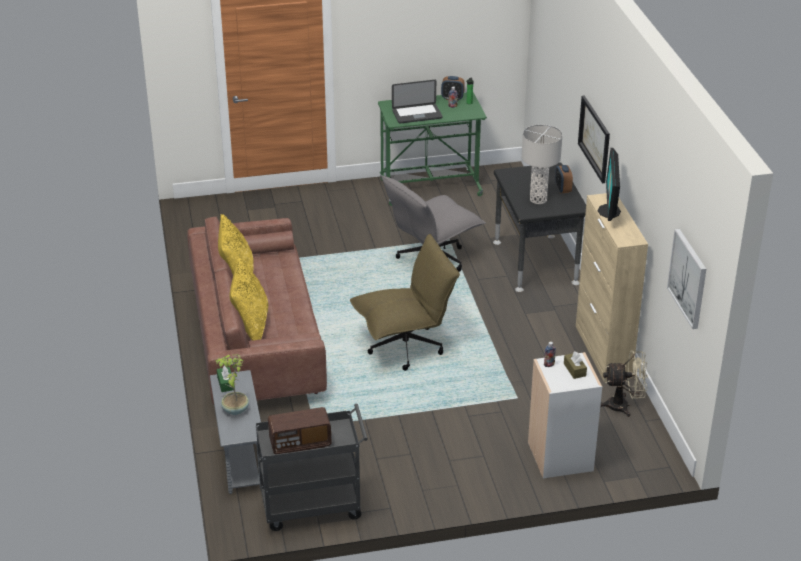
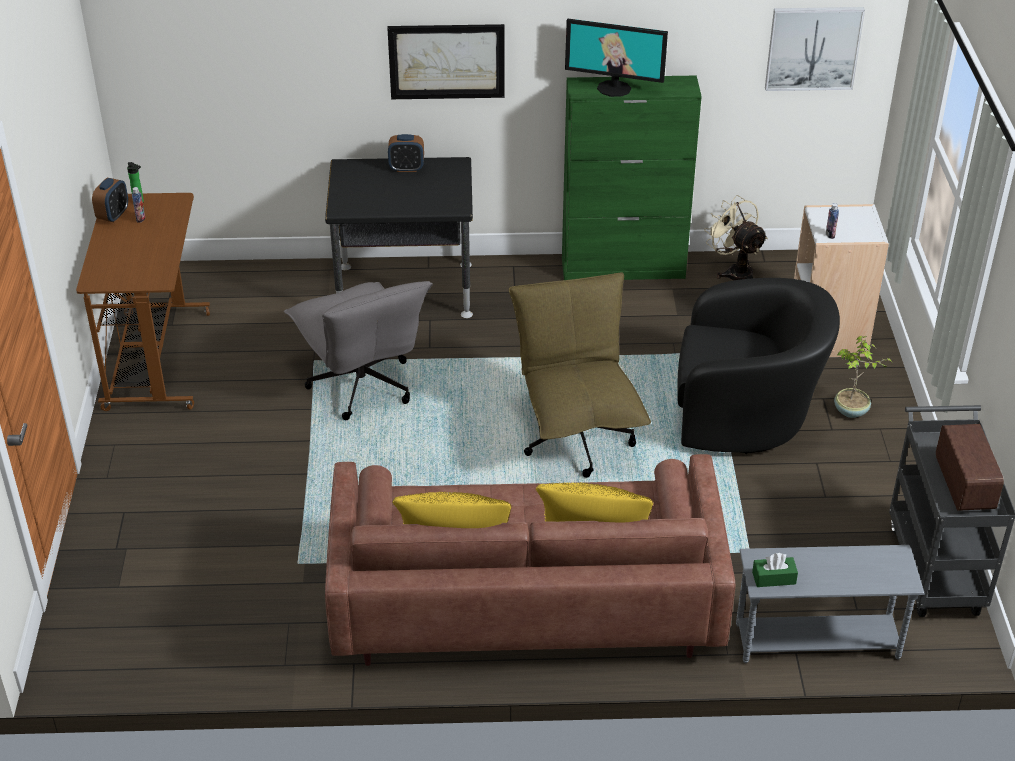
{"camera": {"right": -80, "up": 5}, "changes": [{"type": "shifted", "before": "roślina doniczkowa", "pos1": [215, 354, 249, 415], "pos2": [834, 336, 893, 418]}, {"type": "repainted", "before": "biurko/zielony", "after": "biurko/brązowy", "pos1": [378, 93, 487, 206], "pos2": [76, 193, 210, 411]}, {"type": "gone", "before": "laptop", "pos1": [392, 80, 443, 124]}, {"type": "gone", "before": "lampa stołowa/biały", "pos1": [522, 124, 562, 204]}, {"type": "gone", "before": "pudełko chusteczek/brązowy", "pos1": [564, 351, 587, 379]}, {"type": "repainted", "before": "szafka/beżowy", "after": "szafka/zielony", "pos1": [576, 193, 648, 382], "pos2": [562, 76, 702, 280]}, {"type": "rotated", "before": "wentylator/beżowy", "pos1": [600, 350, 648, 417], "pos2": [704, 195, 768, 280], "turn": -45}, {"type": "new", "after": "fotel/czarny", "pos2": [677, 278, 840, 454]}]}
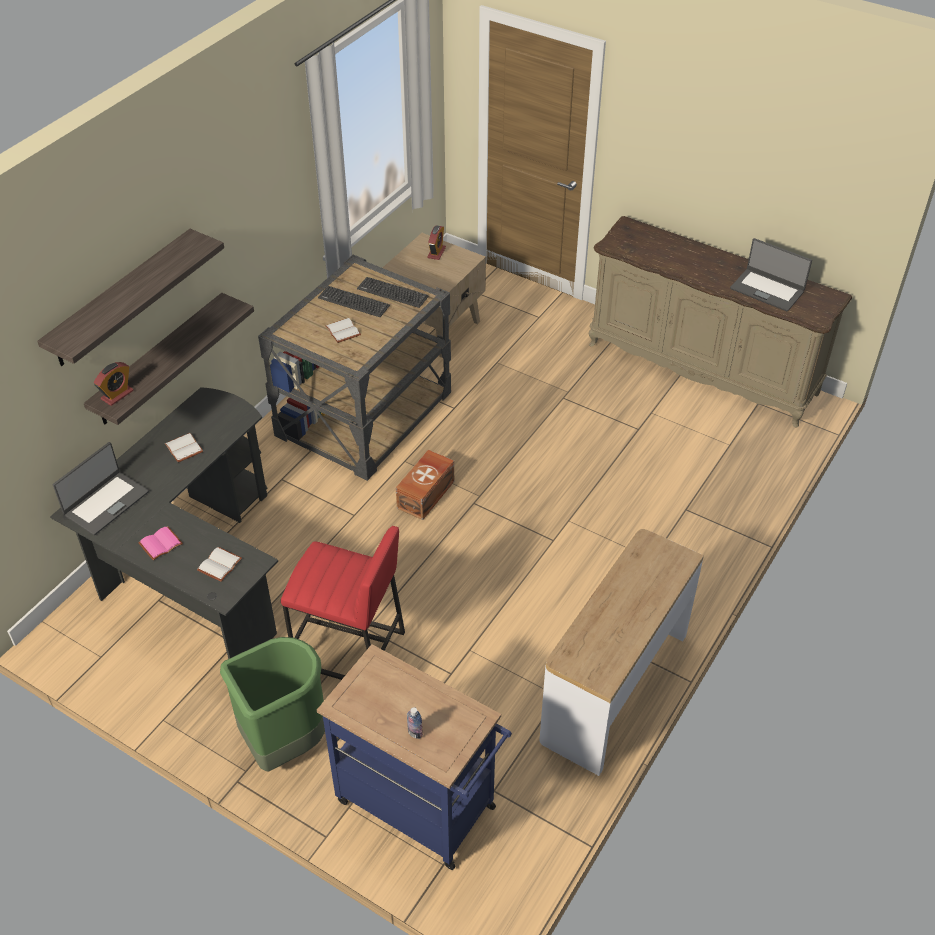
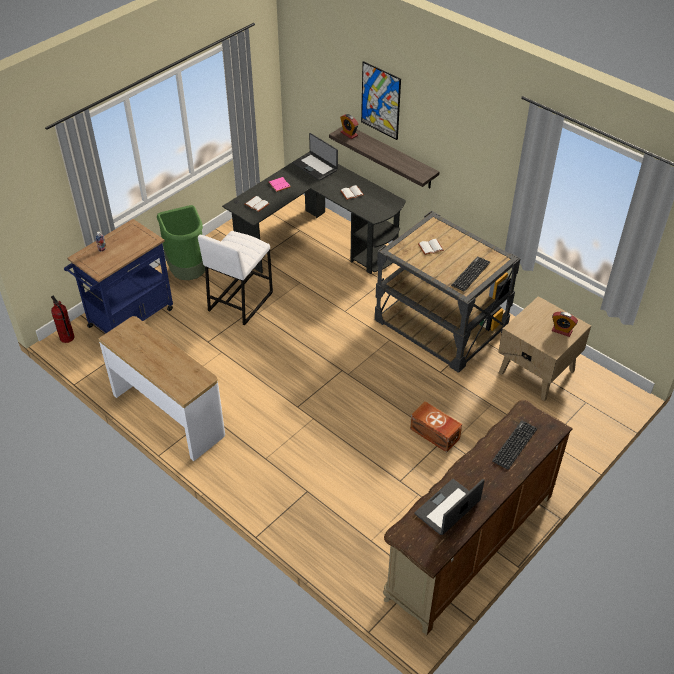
{"camera": {"right": 100, "up": 0}, "changes": [{"type": "swapped", "before": "półka", "after": "obraz", "pos1": [37, 229, 224, 366], "pos2": [361, 61, 401, 140]}, {"type": "repainted", "before": "stołek/czerwony", "after": "stołek/biały", "pos1": [281, 526, 405, 680], "pos2": [198, 231, 273, 325]}, {"type": "shifted", "before": "klawiatura", "pos1": [318, 286, 390, 317], "pos2": [492, 421, 537, 470]}, {"type": "shifted", "before": "pojemnik do przechowywania/brązowy", "pos1": [396, 450, 454, 520], "pos2": [410, 401, 462, 452]}, {"type": "new", "after": "gaśnica", "pos2": [51, 296, 74, 343]}]}
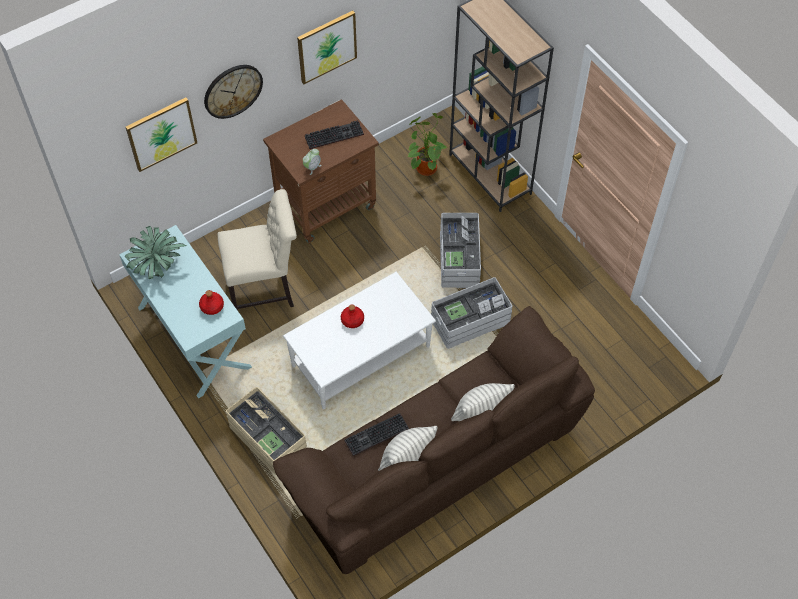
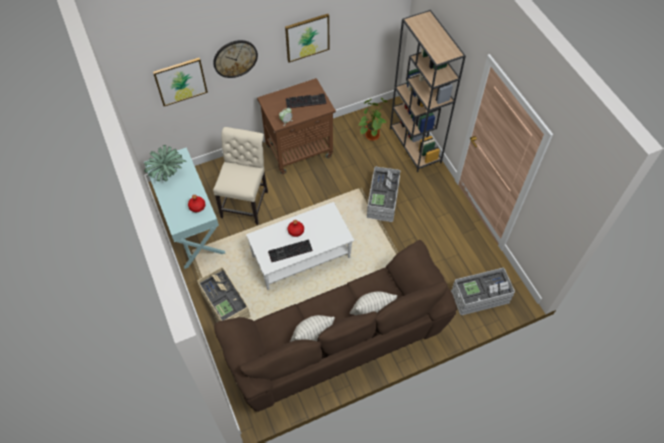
{"camera": {"right": 10, "up": 0}, "changes": [{"type": "rotated", "before": "krzesło/beżowy", "pos1": [218, 189, 297, 311], "pos2": [213, 127, 268, 225], "turn": -75}, {"type": "shifted", "before": "klawiatura", "pos1": [344, 413, 409, 456], "pos2": [268, 240, 313, 262]}, {"type": "shifted", "before": "pojemnik do przechowywania/szary", "pos1": [431, 277, 512, 349], "pos2": [451, 268, 515, 315]}]}
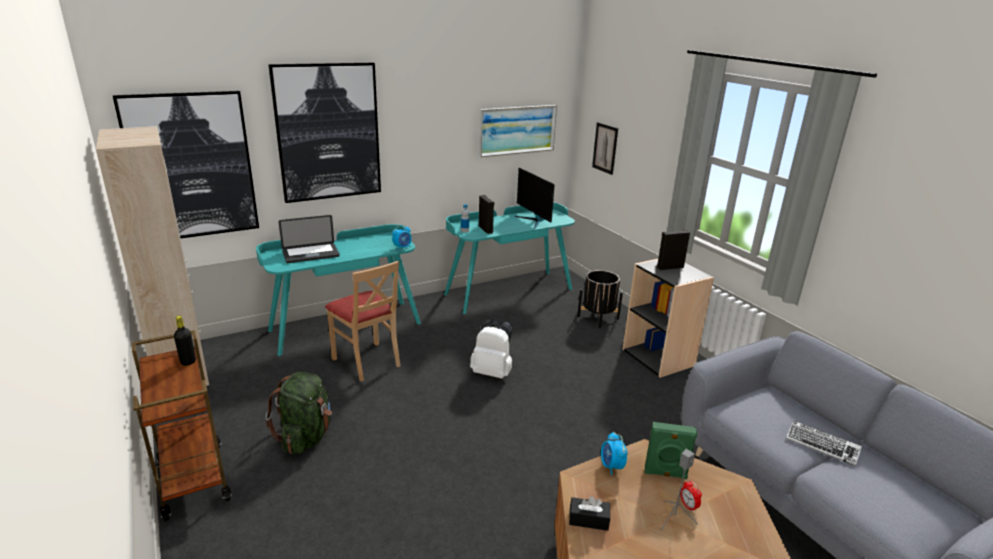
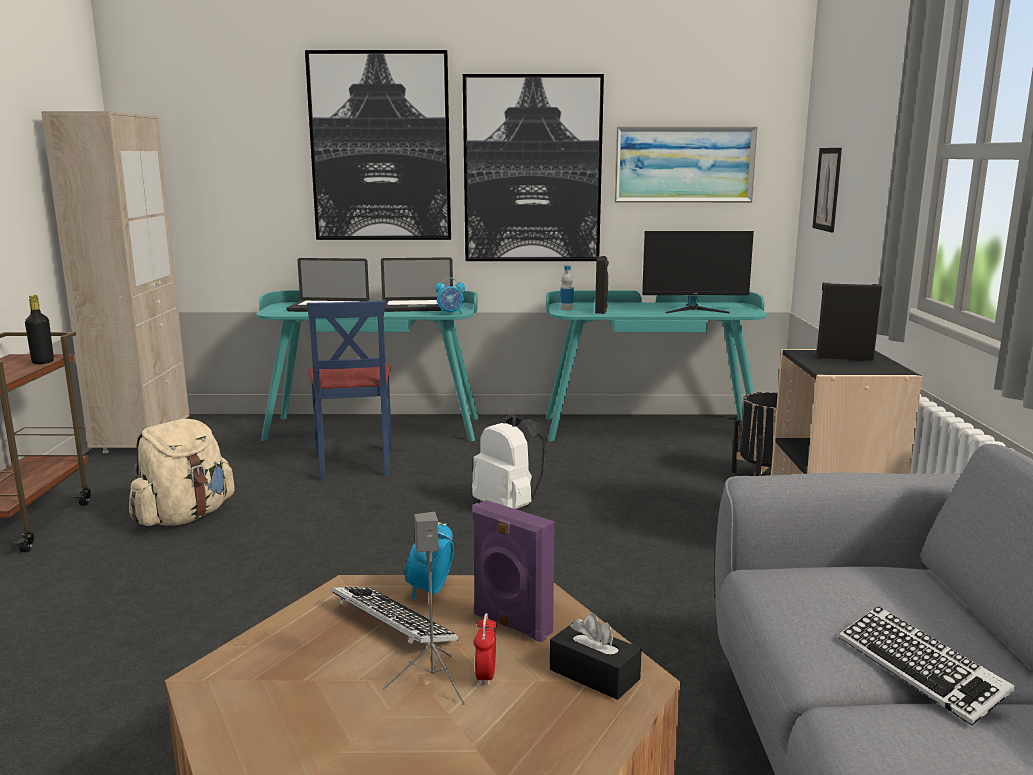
{"camera": {"right": 30, "up": -10}, "changes": [{"type": "shifted", "before": "obraz", "pos1": [113, 91, 259, 238], "pos2": [463, 74, 604, 261]}, {"type": "repainted", "before": "plecak/zielony", "after": "plecak/beżowy", "pos1": [265, 372, 332, 454], "pos2": [129, 419, 235, 526]}, {"type": "repainted", "before": "krzesło/beżowy", "after": "krzesło/niebieski", "pos1": [325, 261, 400, 381], "pos2": [307, 300, 392, 481]}, {"type": "rotated", "before": "monitor", "pos1": [515, 168, 555, 228], "pos2": [642, 231, 754, 313], "turn": -90}, {"type": "shifted", "before": "pudełko chusteczek/czarny", "pos1": [569, 496, 610, 531], "pos2": [550, 613, 642, 700]}, {"type": "repainted", "before": "głośnik/zielony", "after": "głośnik/fioletowy", "pos1": [645, 422, 697, 479], "pos2": [472, 500, 555, 643]}, {"type": "new", "after": "klawiatura", "pos2": [331, 587, 458, 644]}, {"type": "new", "after": "laptop", "pos2": [381, 257, 453, 312]}]}
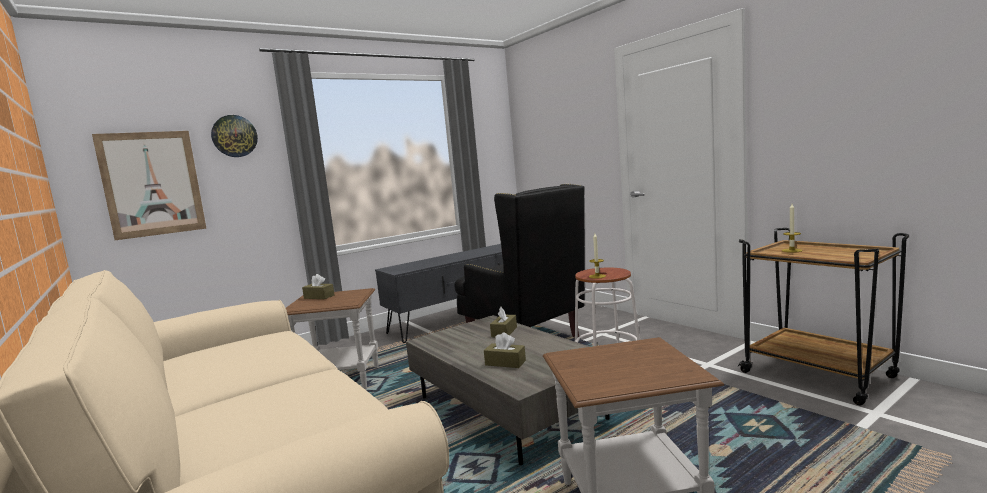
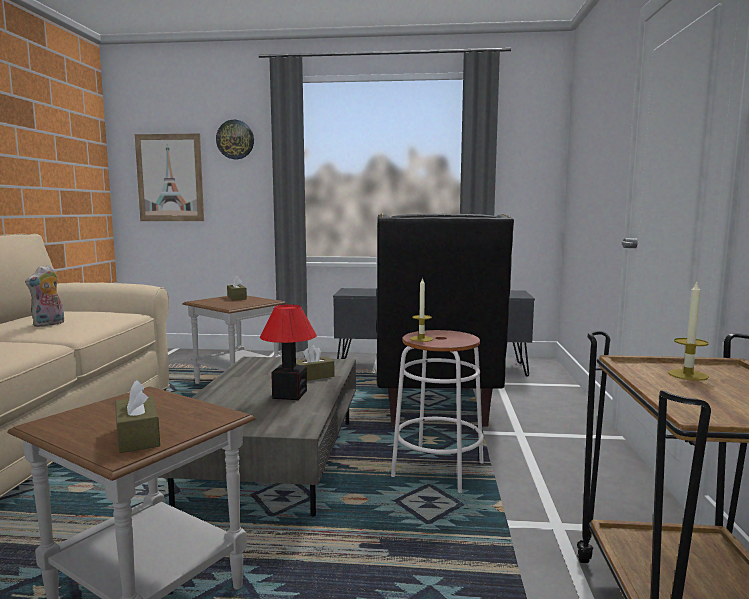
{"camera": {"right": 40, "up": 0}, "changes": [{"type": "shifted", "before": "pudełko chusteczek/brązowy", "pos1": [484, 332, 526, 368], "pos2": [115, 380, 160, 453]}, {"type": "new", "after": "pluszak", "pos2": [25, 265, 64, 327]}, {"type": "new", "after": "lampa stołowa", "pos2": [260, 304, 317, 400]}]}
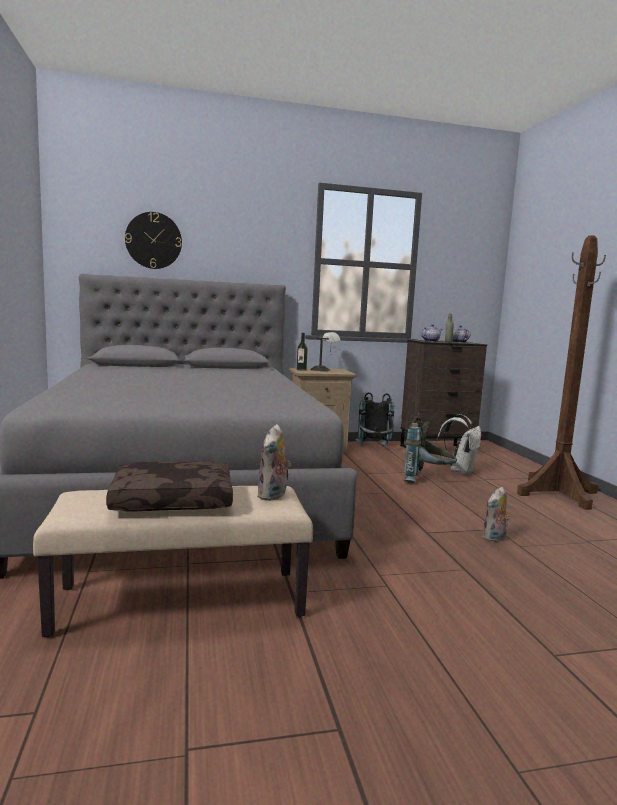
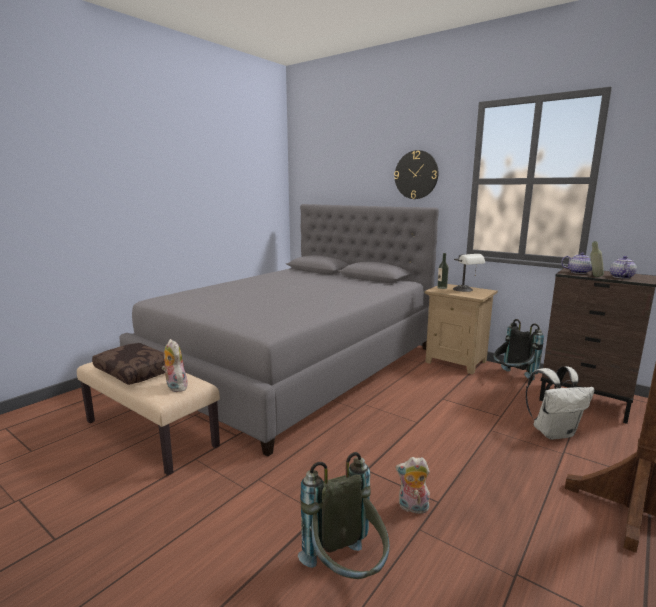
{"camera": {"right": 50, "up": 5}, "changes": [{"type": "shifted", "before": "zegar ścienny", "pos1": [125, 212, 182, 269], "pos2": [394, 150, 439, 199]}, {"type": "rotated", "before": "pluszak", "pos1": [257, 424, 291, 501], "pos2": [162, 339, 188, 392], "turn": 75}, {"type": "shifted", "before": "plecak/szary", "pos1": [404, 412, 457, 483], "pos2": [298, 452, 390, 579]}]}
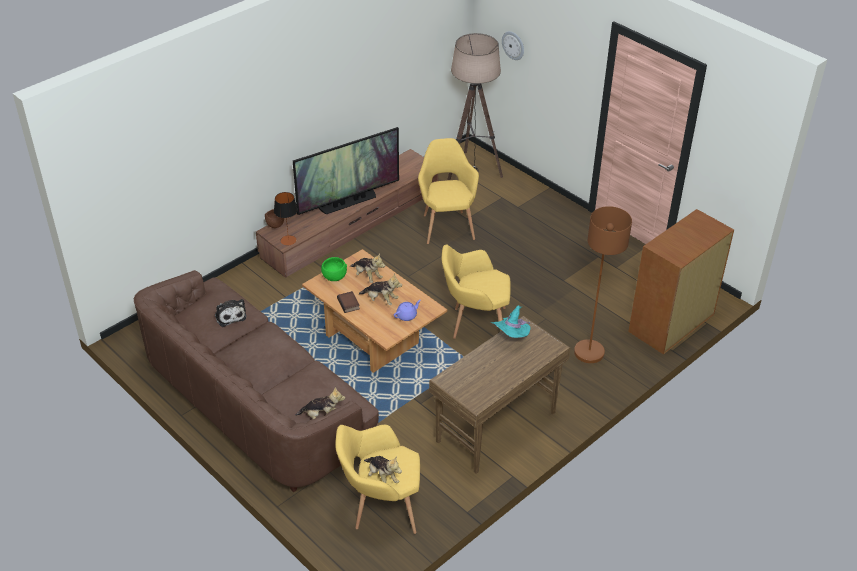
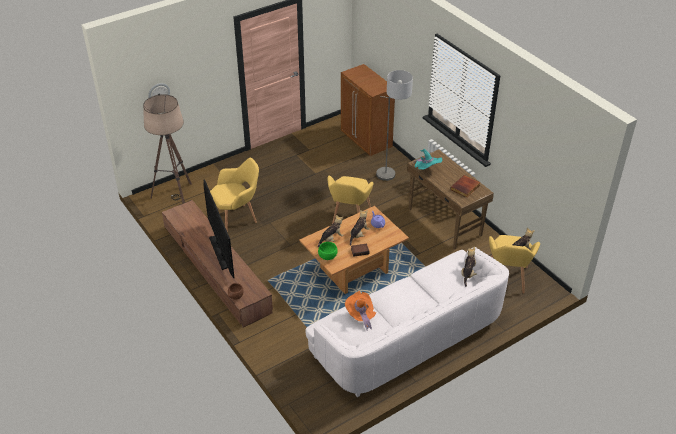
{"camera": {"right": -80, "up": 0}, "changes": [{"type": "repainted", "before": "kanapa/brązowy", "after": "kanapa/biały", "pos1": [134, 270, 379, 492], "pos2": [305, 247, 509, 397]}, {"type": "swapped", "before": "pluszak", "after": "kapelusz/pomarańczowy", "pos1": [215, 299, 246, 327], "pos2": [345, 291, 376, 331]}, {"type": "gone", "before": "lampa stołowa", "pos1": [274, 192, 298, 245]}, {"type": "rotated", "before": "fotel/żółty", "pos1": [418, 138, 479, 244], "pos2": [210, 158, 259, 230], "turn": 150}, {"type": "repainted", "before": "lampa stojąca/brązowy", "after": "lampa stojąca/szary", "pos1": [574, 206, 632, 363], "pos2": [376, 70, 413, 181]}, {"type": "new", "after": "książka", "pos2": [450, 175, 480, 198]}]}
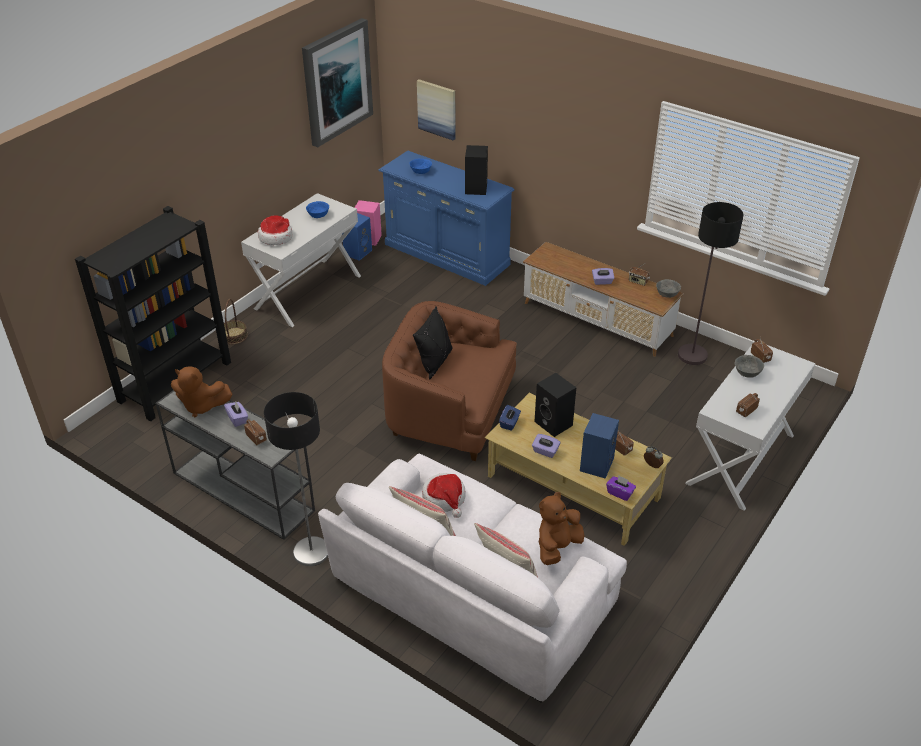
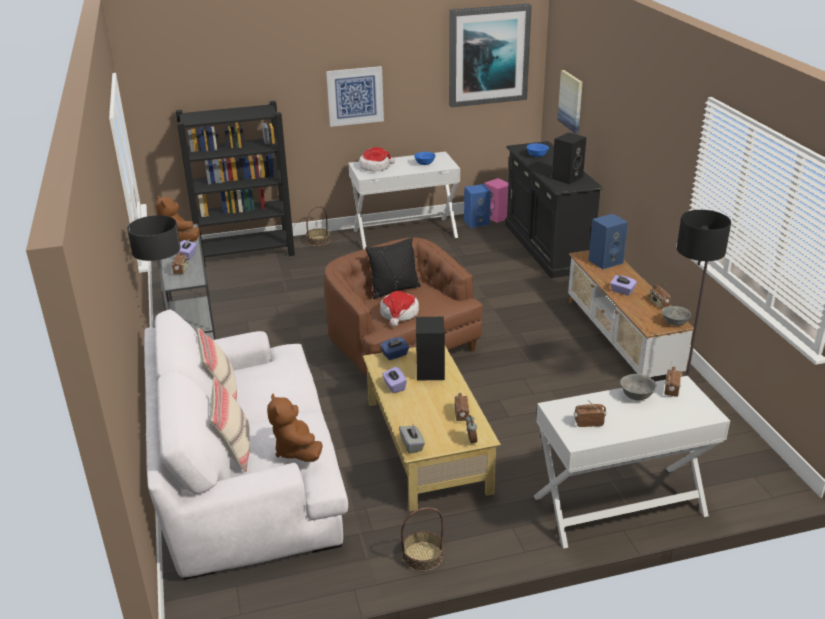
{"camera": {"right": 40, "up": -10}, "changes": [{"type": "repainted", "before": "szafka/niebieski", "after": "szafka/czarny", "pos1": [378, 151, 514, 286], "pos2": [505, 141, 602, 278]}, {"type": "shifted", "before": "kapelusz", "pos1": [422, 473, 466, 518], "pos2": [380, 291, 419, 327]}, {"type": "rotated", "before": "pluszak/brązowy", "pos1": [539, 492, 584, 565], "pos2": [267, 394, 323, 462], "turn": -105}, {"type": "shifted", "before": "głośnik/niebieski", "pos1": [580, 413, 619, 479], "pos2": [589, 214, 628, 269]}, {"type": "repainted", "before": "pudełko chusteczek/fioletowy", "after": "pudełko chusteczek/szary", "pos1": [606, 476, 636, 501], "pos2": [399, 424, 425, 454]}, {"type": "new", "after": "obraz", "pos2": [326, 66, 384, 127]}, {"type": "new", "after": "koszyk", "pos2": [401, 507, 444, 572]}]}
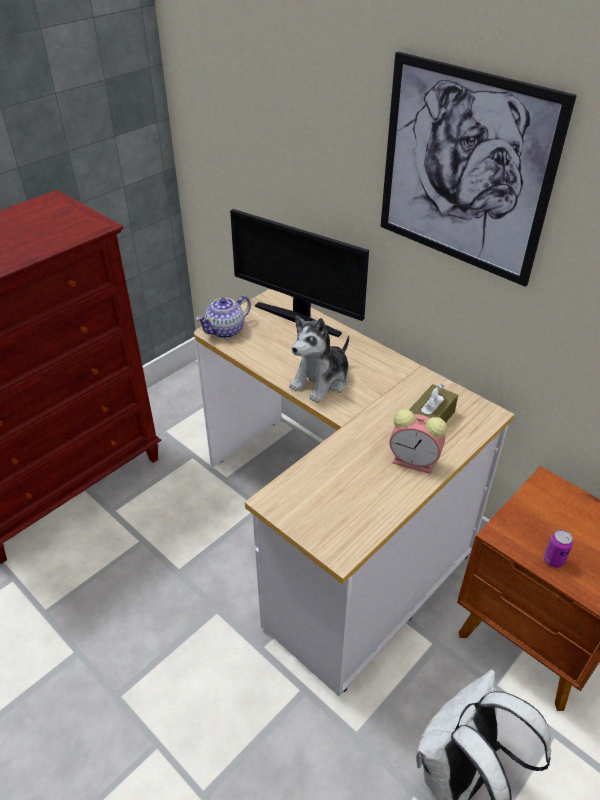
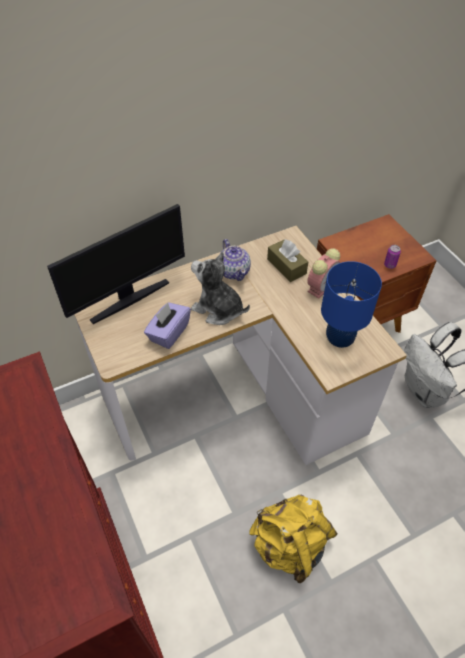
{"camera": {"right": -70, "up": 10}, "changes": [{"type": "shifted", "before": "imbryk", "pos1": [196, 295, 251, 338], "pos2": [219, 239, 251, 281]}, {"type": "rotated", "before": "pluszak", "pos1": [289, 316, 349, 403], "pos2": [191, 252, 250, 325], "turn": 150}, {"type": "gone", "before": "obraz", "pos1": [381, 52, 577, 287]}, {"type": "new", "after": "pudełko chusteczek/fioletowy", "pos2": [144, 302, 191, 349]}, {"type": "new", "after": "plecak/żółty", "pos2": [249, 495, 337, 583]}, {"type": "new", "after": "lampa stołowa/niebieski", "pos2": [321, 261, 382, 348]}]}
